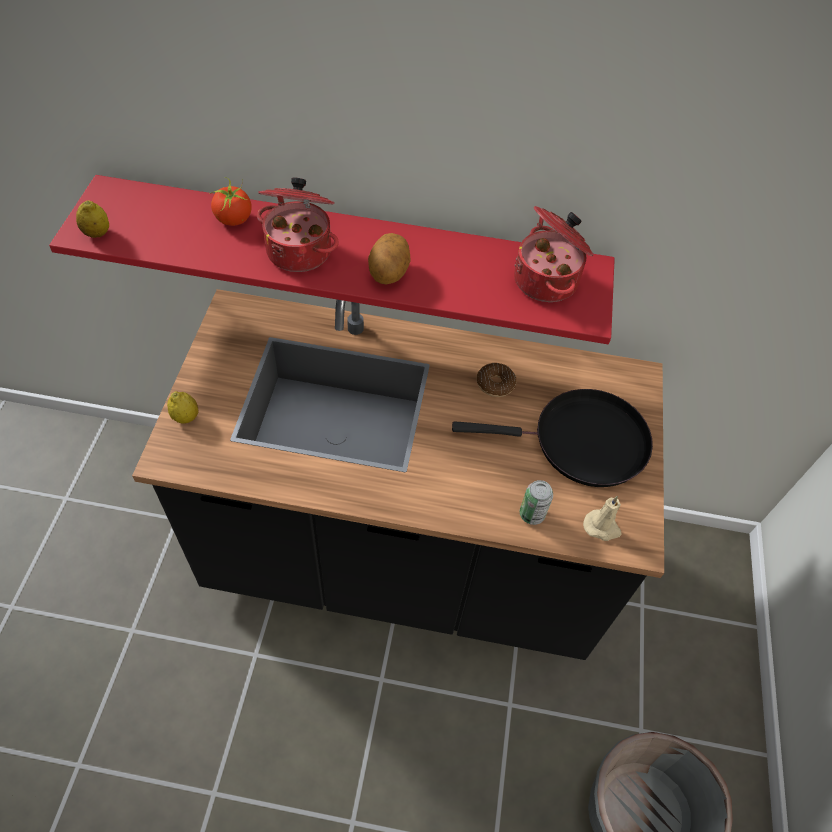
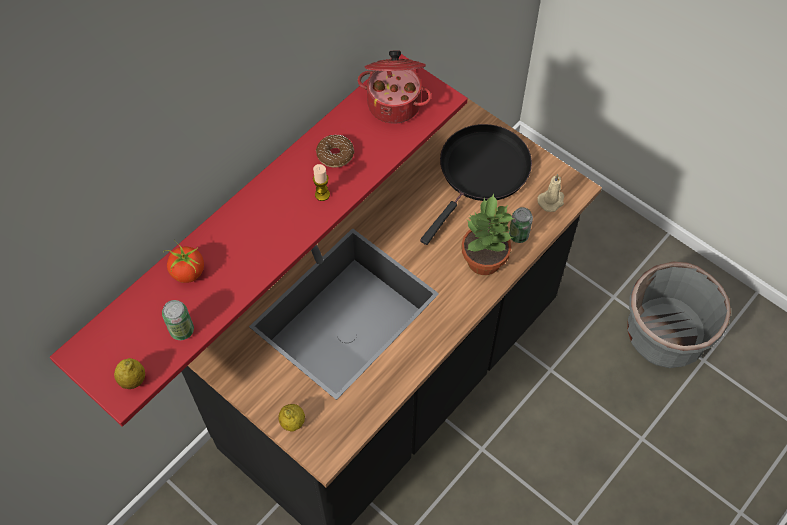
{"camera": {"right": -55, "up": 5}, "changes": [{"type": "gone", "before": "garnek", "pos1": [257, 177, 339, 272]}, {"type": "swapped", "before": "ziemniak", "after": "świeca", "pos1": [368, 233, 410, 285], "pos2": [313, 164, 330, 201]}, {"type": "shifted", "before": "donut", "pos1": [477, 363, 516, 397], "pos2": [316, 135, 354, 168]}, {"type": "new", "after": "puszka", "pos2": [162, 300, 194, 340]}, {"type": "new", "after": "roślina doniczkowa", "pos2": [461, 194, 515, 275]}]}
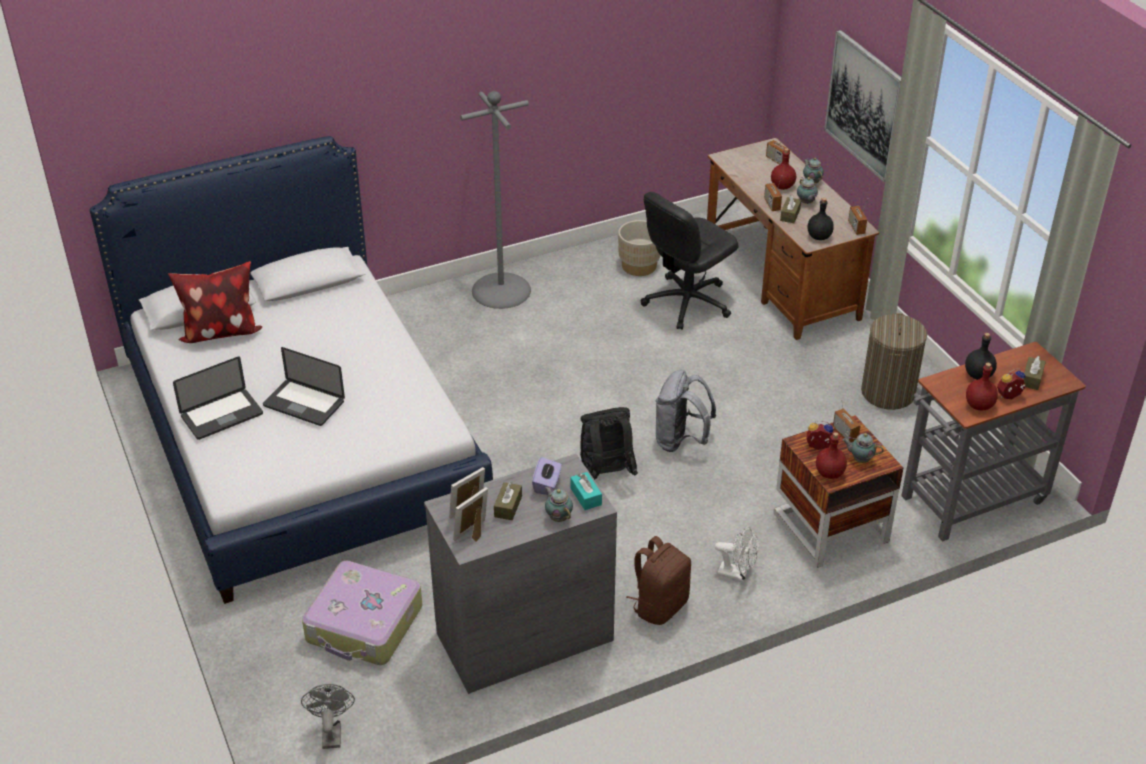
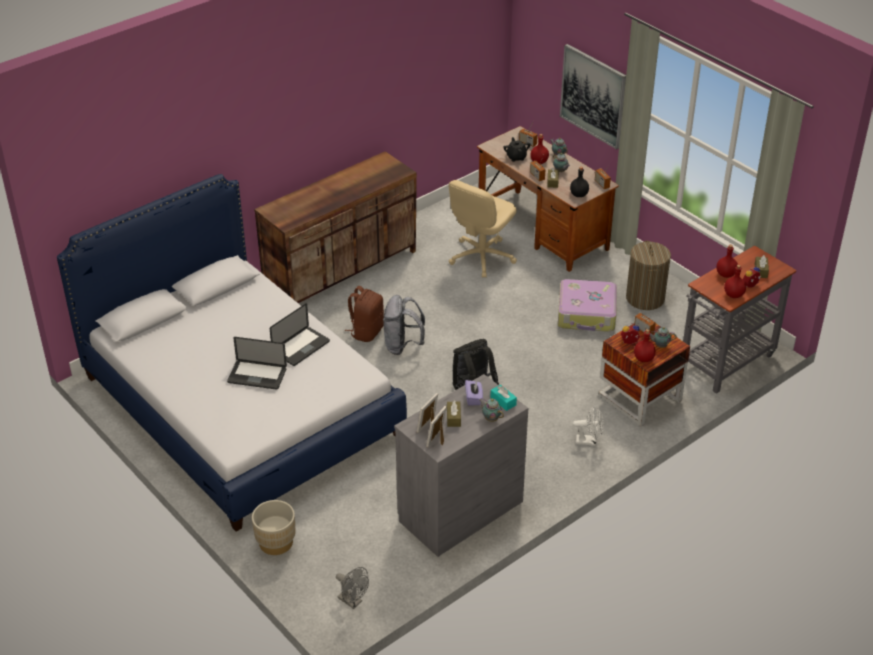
{"camera": {"right": -15, "up": 0}, "changes": [{"type": "gone", "before": "poduszka", "pos1": [168, 261, 262, 343]}, {"type": "shifted", "before": "laptop", "pos1": [173, 357, 263, 440], "pos2": [270, 303, 330, 366]}, {"type": "rotated", "before": "wentylator/szary", "pos1": [301, 684, 355, 749], "pos2": [336, 567, 369, 609], "turn": 150}, {"type": "shifted", "before": "walizka", "pos1": [302, 560, 422, 665], "pos2": [558, 279, 617, 332]}, {"type": "swapped", "before": "wieszak/szary", "after": "szafka/brązowy", "pos1": [460, 91, 531, 309], "pos2": [254, 151, 417, 303]}, {"type": "shifted", "before": "donica/beżowy", "pos1": [618, 220, 661, 276], "pos2": [252, 500, 295, 555]}, {"type": "shifted", "before": "plecak/brązowy", "pos1": [626, 536, 691, 625], "pos2": [345, 286, 384, 342]}, {"type": "repainted", "before": "krzesło biurowe/czarny", "after": "krzesło biurowe/beżowy", "pos1": [641, 192, 739, 330], "pos2": [448, 180, 517, 278]}, {"type": "shifted", "before": "plecak/szary", "pos1": [656, 370, 716, 452], "pos2": [383, 295, 425, 355]}, {"type": "repainted", "before": "butelka/czarny", "after": "butelka/czerwony", "pos1": [965, 333, 997, 380], "pos2": [716, 245, 738, 278]}, {"type": "new", "after": "imbryk/czarny", "pos2": [503, 137, 531, 162]}]}
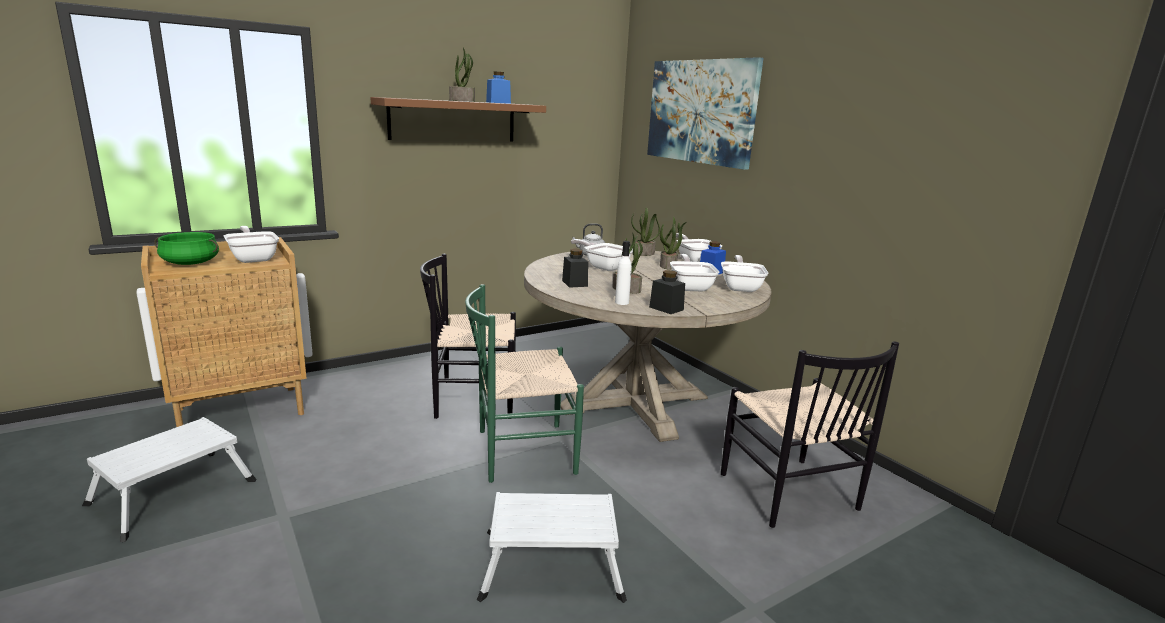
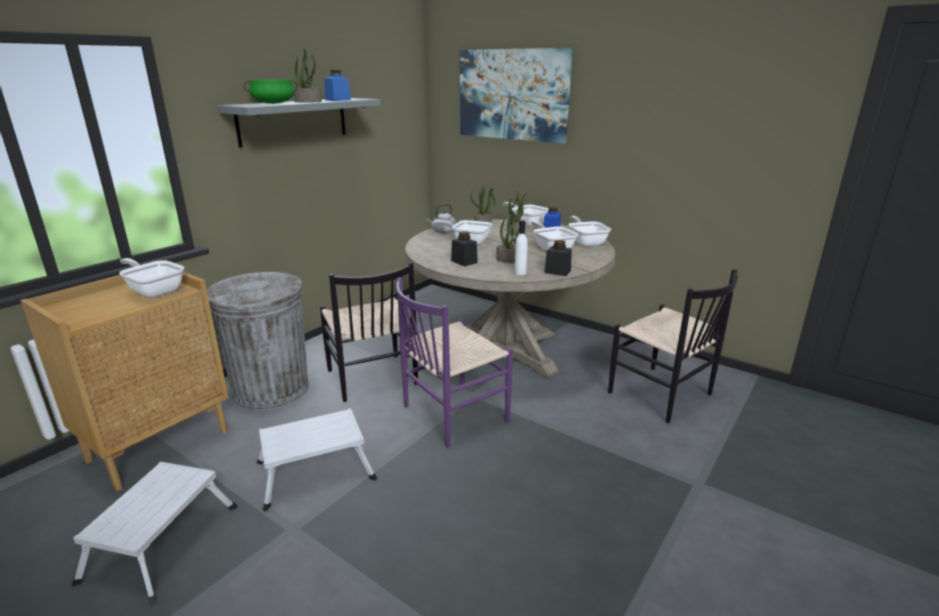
{"camera": {"right": -20, "up": 5}, "changes": [{"type": "shifted", "before": "garnek/zielony", "pos1": [154, 232, 219, 265], "pos2": [244, 79, 298, 104]}, {"type": "repainted", "before": "półka/brązowy", "after": "półka/szary", "pos1": [370, 97, 546, 142], "pos2": [218, 98, 381, 147]}, {"type": "rotated", "before": "krzesło/czarny", "pos1": [420, 254, 516, 419], "pos2": [320, 262, 418, 402], "turn": -90}, {"type": "repainted", "before": "krzesło/zielony", "after": "krzesło/fioletowy", "pos1": [465, 284, 584, 483], "pos2": [397, 278, 513, 447]}, {"type": "shifted", "before": "drabinka/biały", "pos1": [477, 492, 627, 603], "pos2": [257, 408, 377, 511]}, {"type": "new", "after": "kosz na śmieci/szary", "pos2": [207, 272, 309, 410]}]}
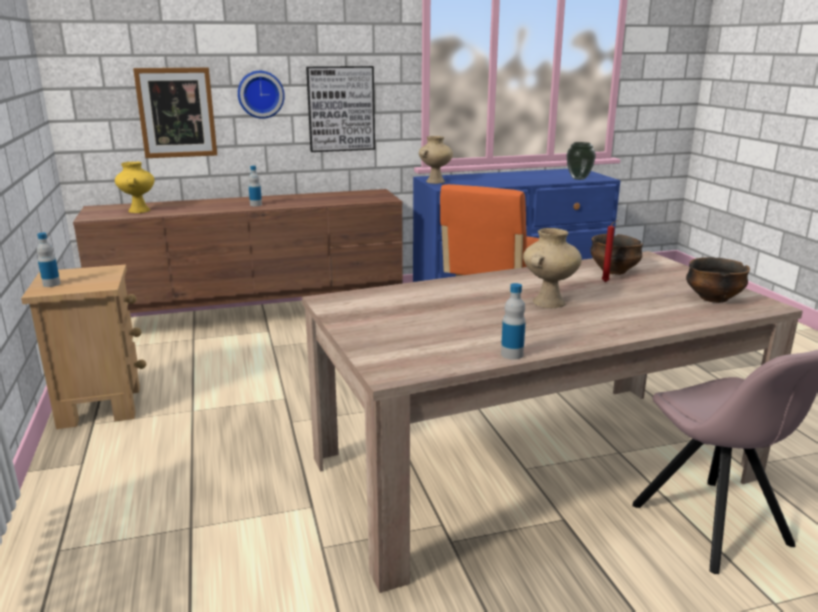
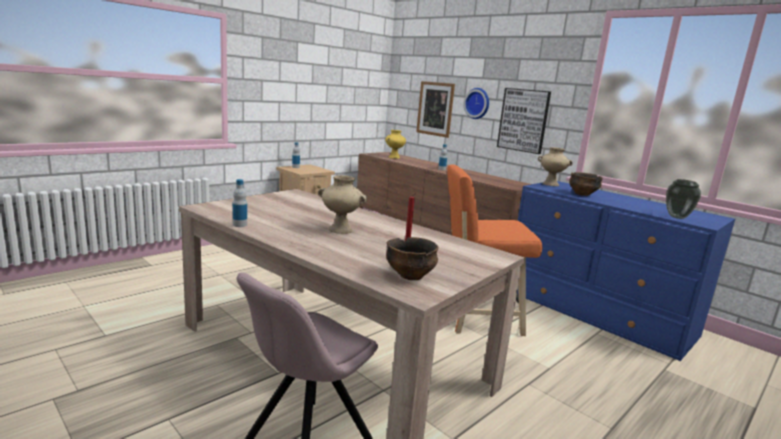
{"camera": {"right": 60, "up": -5}, "changes": [{"type": "shifted", "before": "miska", "pos1": [590, 234, 643, 275], "pos2": [569, 172, 603, 196]}]}
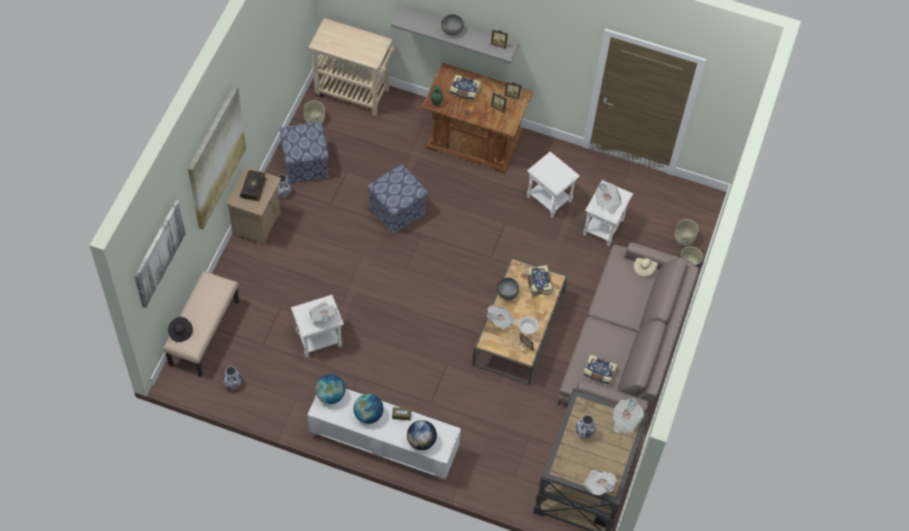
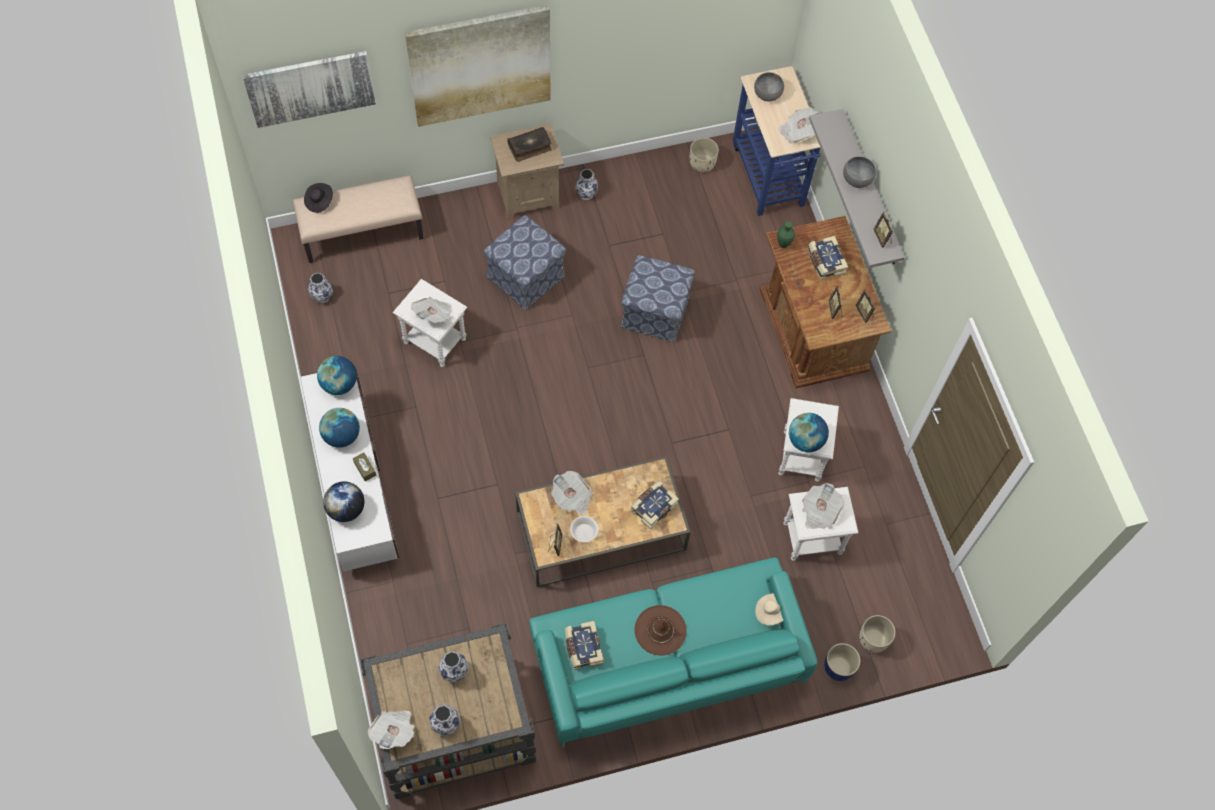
{"camera": {"right": 55, "up": 5}, "changes": [{"type": "shifted", "before": "pufa", "pos1": [280, 122, 329, 183], "pos2": [484, 215, 566, 310]}, {"type": "repainted", "before": "wózek/beżowy", "after": "wózek/niebieski", "pos1": [309, 18, 395, 116], "pos2": [733, 66, 821, 216]}, {"type": "shifted", "before": "miska/szary", "pos1": [496, 277, 519, 300], "pos2": [754, 72, 784, 102]}, {"type": "repainted", "before": "kanapa/beżowy", "after": "kanapa/turkusowy", "pos1": [558, 242, 699, 412], "pos2": [529, 557, 817, 748]}, {"type": "shifted", "before": "gazeta", "pos1": [612, 399, 644, 433], "pos2": [778, 107, 820, 144]}, {"type": "new", "after": "wazon", "pos2": [429, 704, 460, 736]}, {"type": "new", "after": "kapelusz/brązowy", "pos2": [635, 605, 687, 656]}, {"type": "new", "after": "globus", "pos2": [789, 413, 829, 452]}]}
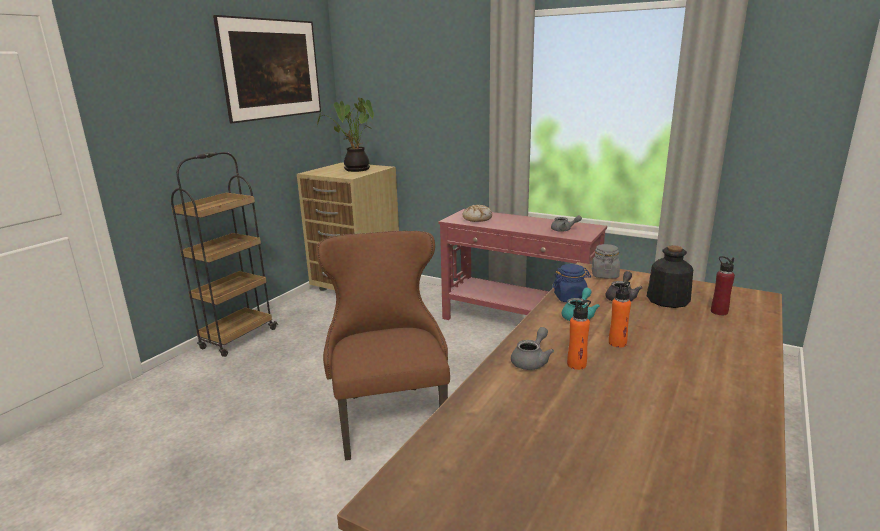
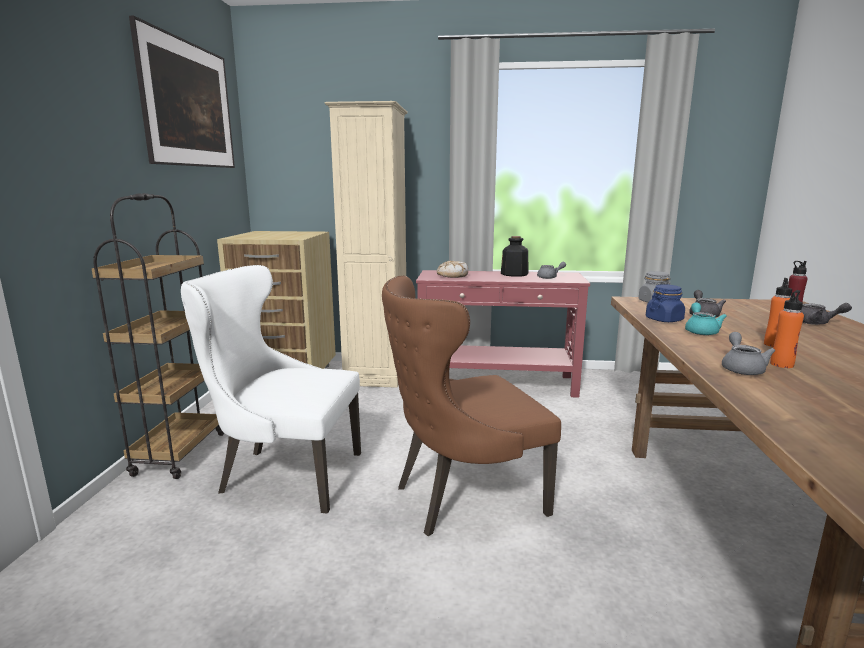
{"camera": {"right": -25, "up": -5}, "changes": [{"type": "rotated", "before": "krzesło/brązowy", "pos1": [316, 230, 450, 461], "pos2": [382, 275, 561, 536], "turn": -75}, {"type": "gone", "before": "roślina doniczkowa", "pos1": [317, 97, 374, 172]}, {"type": "shifted", "before": "butelka", "pos1": [647, 245, 693, 308], "pos2": [501, 236, 528, 277]}, {"type": "new", "after": "krzesło/biały", "pos2": [181, 265, 361, 514]}, {"type": "new", "after": "szafka/beżowy", "pos2": [324, 101, 408, 388]}, {"type": "new", "after": "imbryk/szary", "pos2": [801, 303, 852, 325]}]}
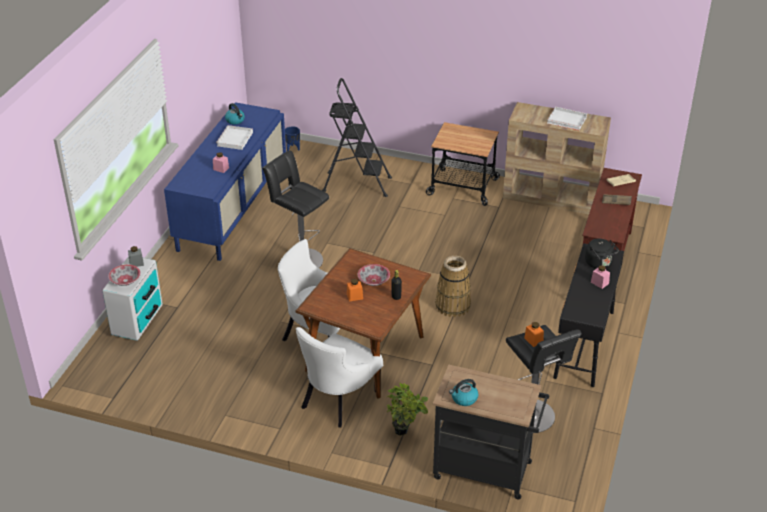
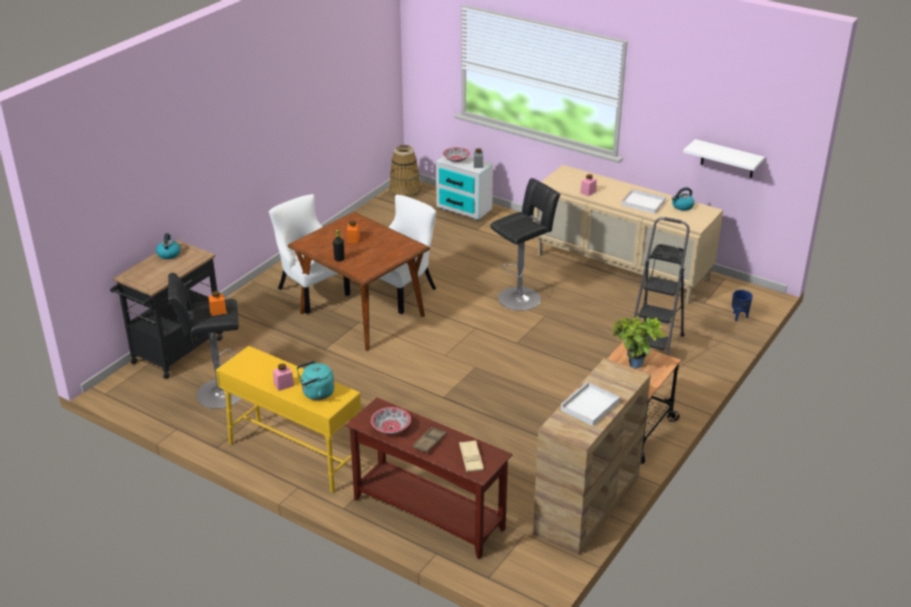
{"camera": {"right": 105, "up": -5}, "changes": [{"type": "repainted", "before": "szafka/niebieski", "after": "szafka/beżowy", "pos1": [164, 102, 286, 261], "pos2": [533, 165, 723, 304]}, {"type": "shifted", "before": "miska", "pos1": [358, 264, 390, 286], "pos2": [371, 407, 411, 434]}, {"type": "shifted", "before": "roślina doniczkowa", "pos1": [386, 383, 428, 436], "pos2": [613, 317, 666, 368]}, {"type": "shifted", "before": "koszyk", "pos1": [435, 255, 471, 317], "pos2": [390, 145, 421, 199]}, {"type": "repainted", "before": "stolik konsolowy/czarny", "after": "stolik konsolowy/żółty", "pos1": [553, 243, 624, 387], "pos2": [216, 346, 361, 493]}, {"type": "repainted", "before": "czajnik/czarny", "after": "czajnik/turkusowy", "pos1": [585, 238, 619, 269], "pos2": [297, 361, 335, 400]}, {"type": "new", "after": "półka/biały", "pos2": [683, 139, 765, 178]}]}
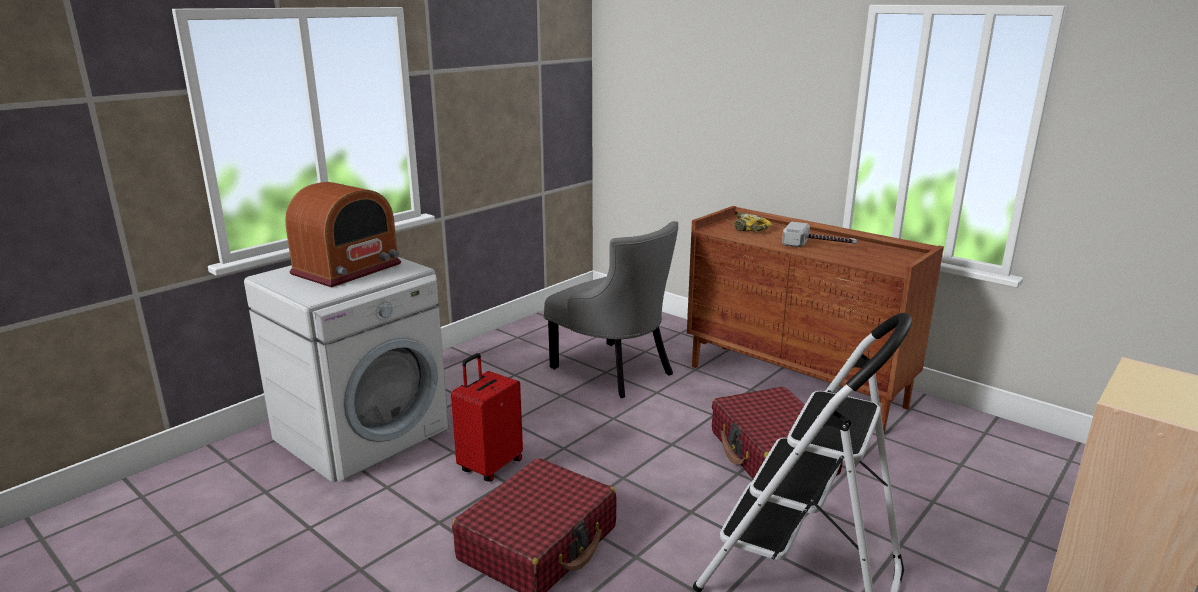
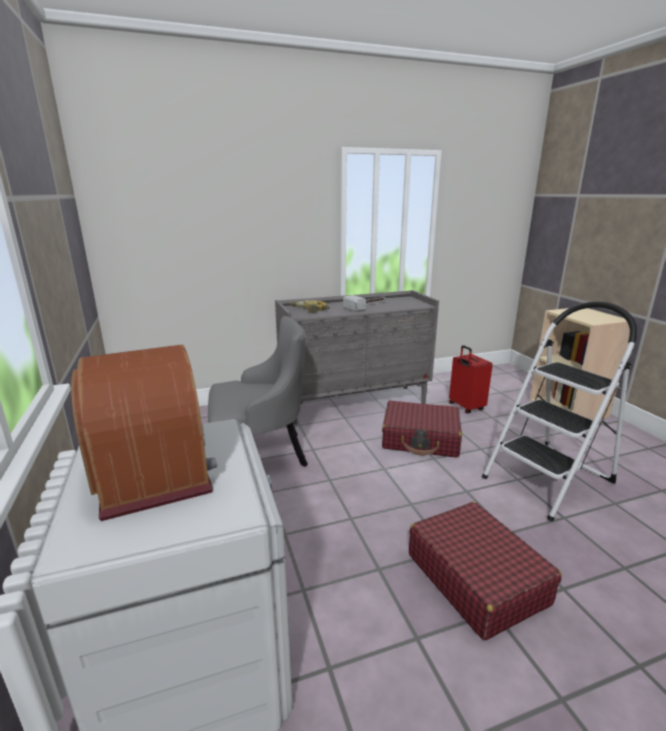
{"camera": {"right": -60, "up": 0}, "changes": [{"type": "shifted", "before": "walizka/czerwony", "pos1": [451, 353, 523, 482], "pos2": [449, 345, 493, 413]}, {"type": "repainted", "before": "szafka/brązowy", "after": "szafka/szary", "pos1": [687, 206, 944, 433], "pos2": [275, 290, 439, 425]}]}
